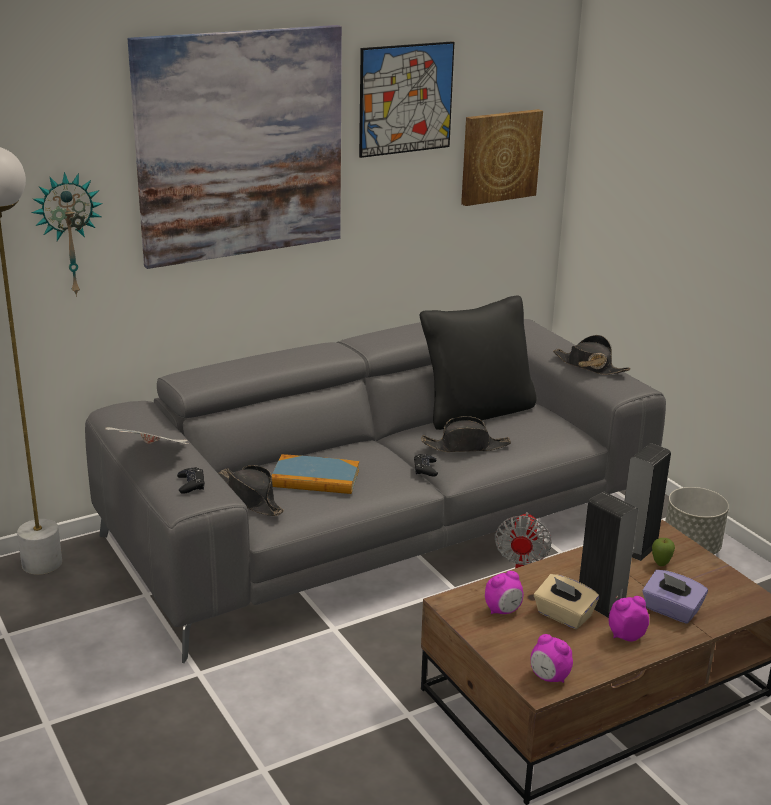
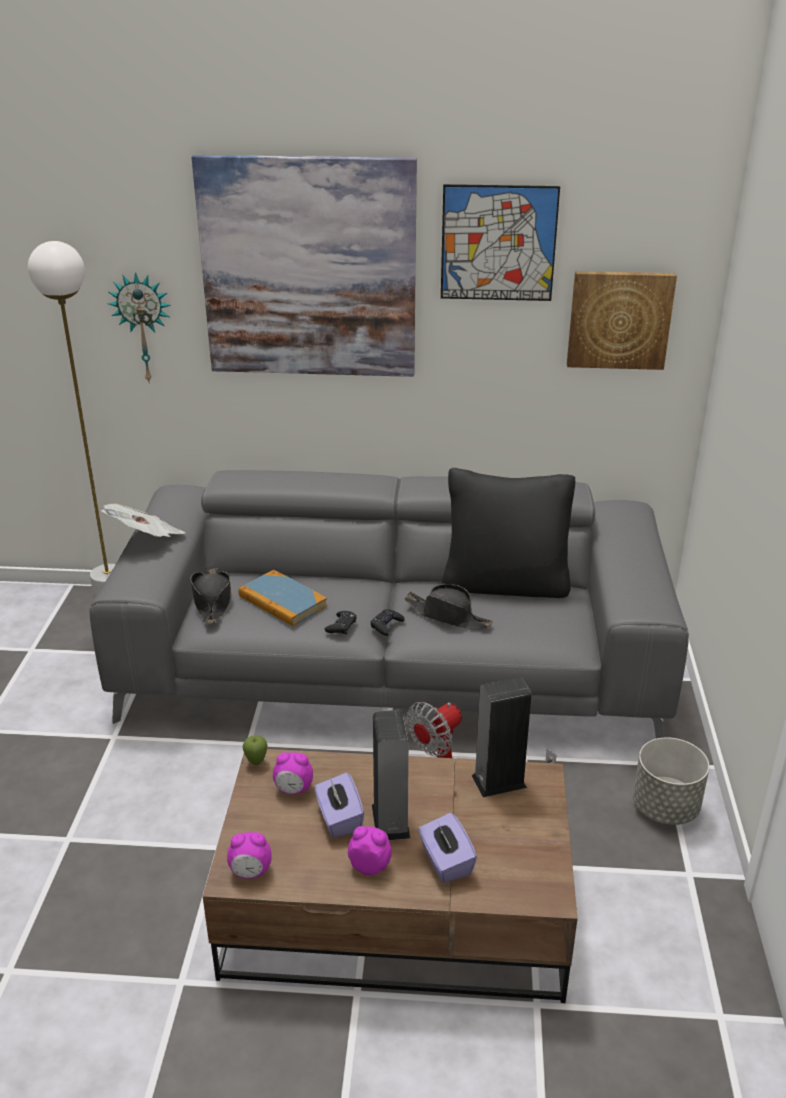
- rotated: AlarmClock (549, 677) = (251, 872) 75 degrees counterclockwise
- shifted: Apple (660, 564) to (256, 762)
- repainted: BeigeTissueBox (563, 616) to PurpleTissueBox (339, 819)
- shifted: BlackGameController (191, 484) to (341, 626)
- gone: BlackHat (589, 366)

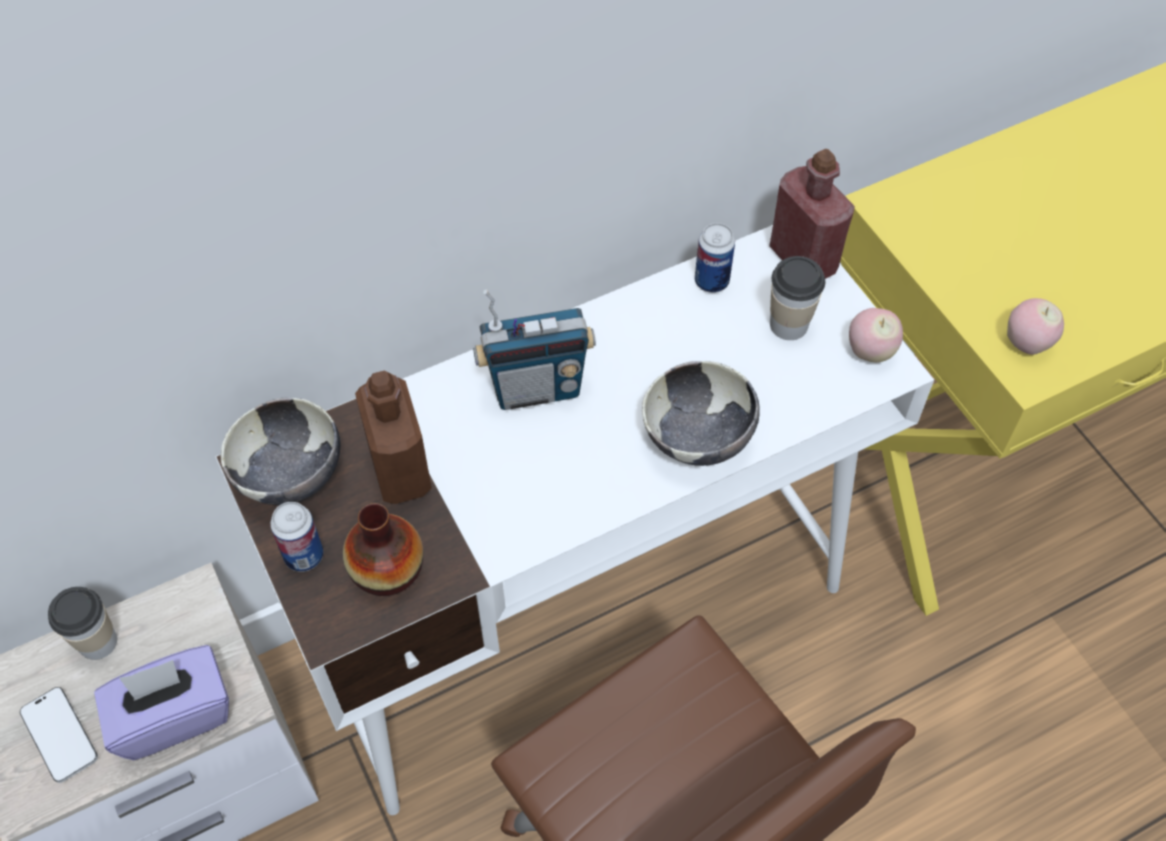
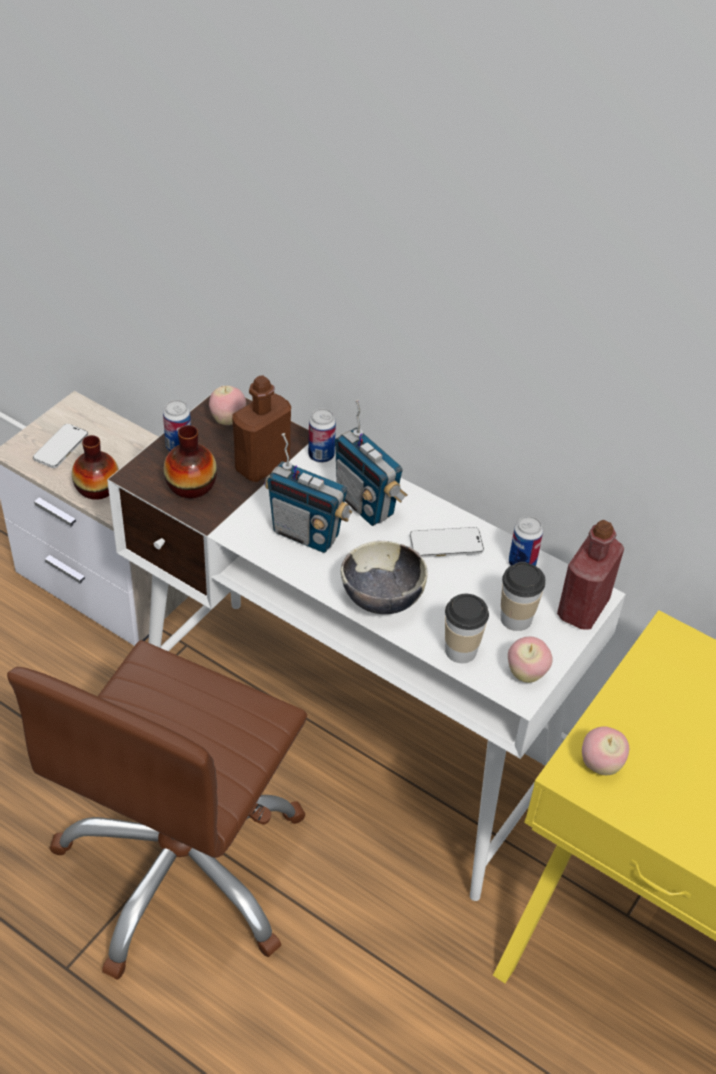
- swapped: PurpleTissueBox (174, 715) to Vase (97, 488)
- swapped: Bowl (291, 476) to Apple (228, 420)
- new: Radio (306, 534)
- new: Can (321, 455)
- new: Phone (446, 544)
- shifted: Cup (97, 641) to (460, 650)

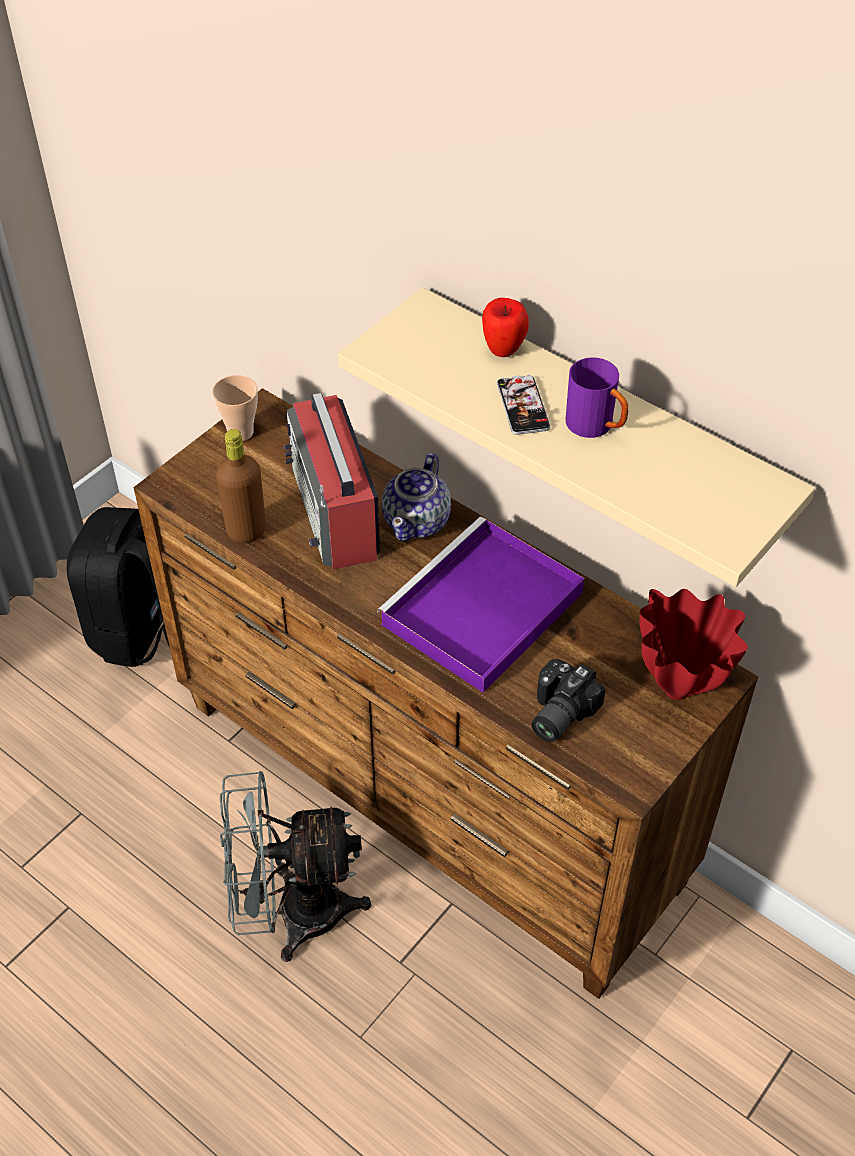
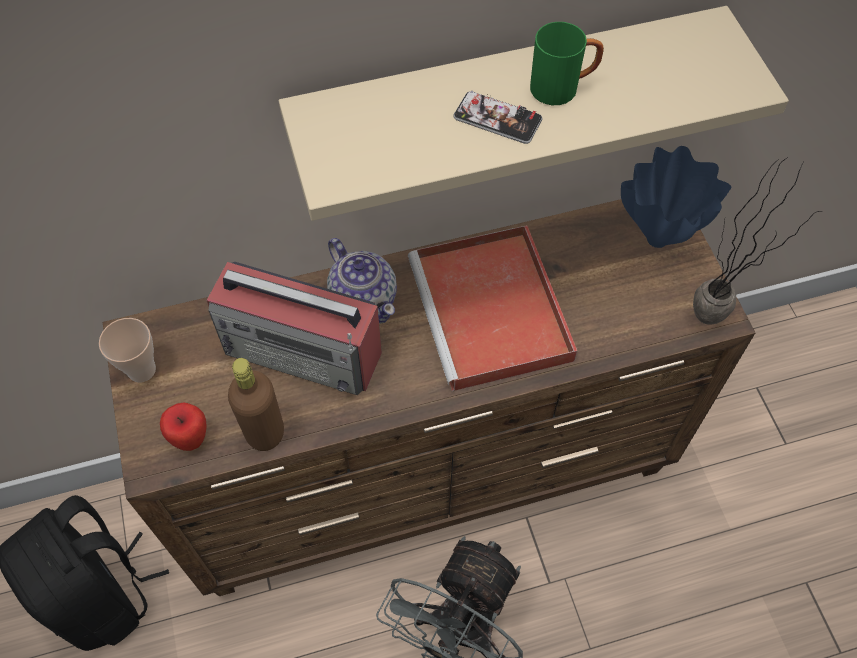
- shifted: Apple (503, 350) to (191, 439)
- repainted: PurpleTray (481, 611) to RedTray (492, 313)
- repainted: PurpleMug (596, 427) to GreenMug (563, 87)
- repainted: RedVase (678, 692) to BlueVase (659, 239)
- new: PottedPlant (713, 326)
- gone: PhotoCamera (556, 713)

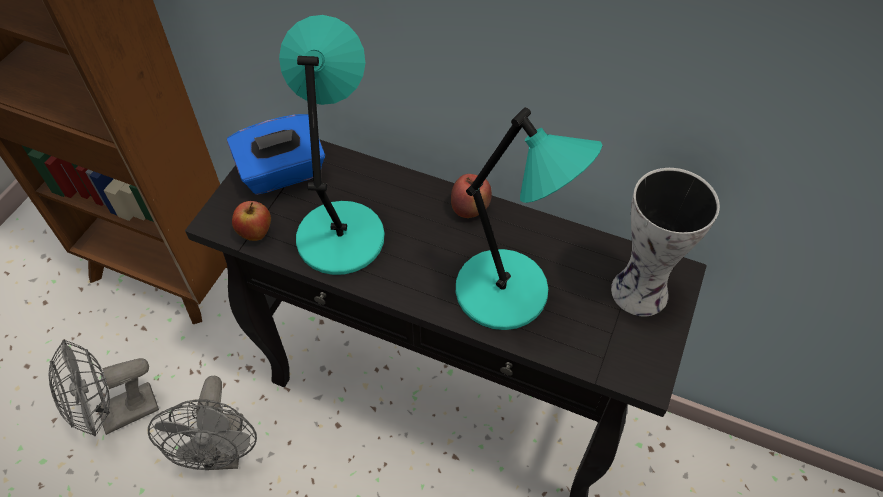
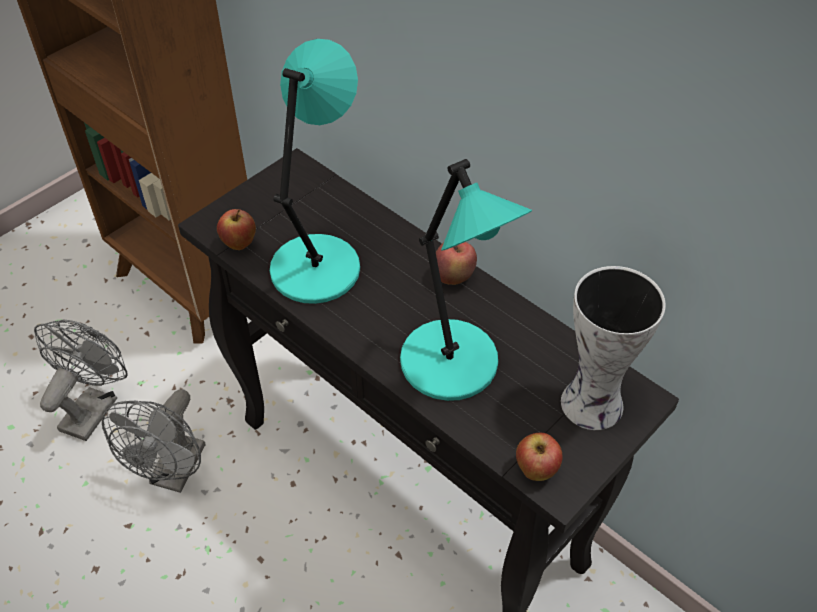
- rotated: GreyFan (119, 415) = (93, 407) 120 degrees clockwise
- new: Apple (536, 470)
- gone: BlueTissueBox (283, 173)

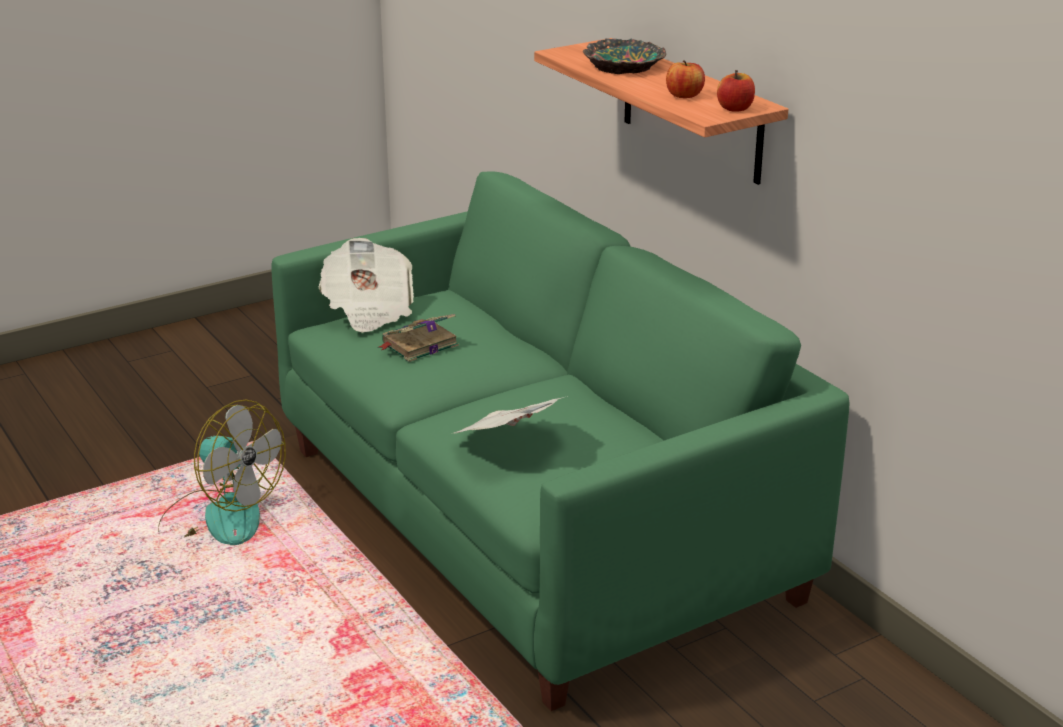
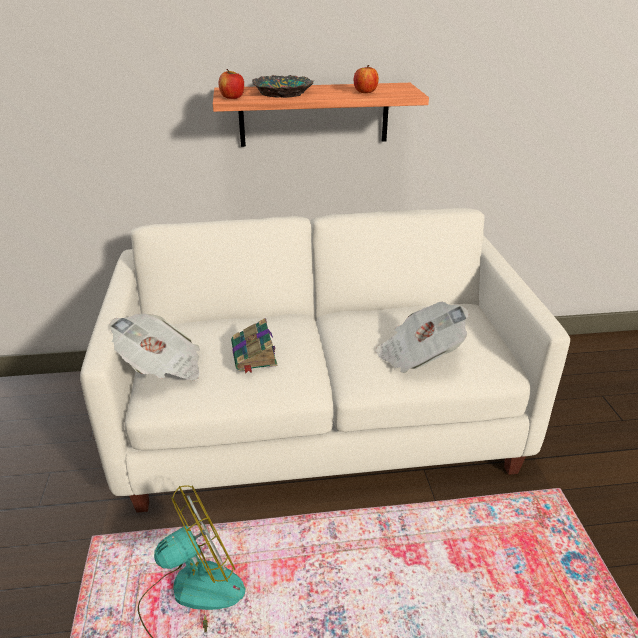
- repainted: GreenSofa (534, 521) to WhiteSofa (320, 418)
- shifted: Apple (735, 108) to (232, 97)

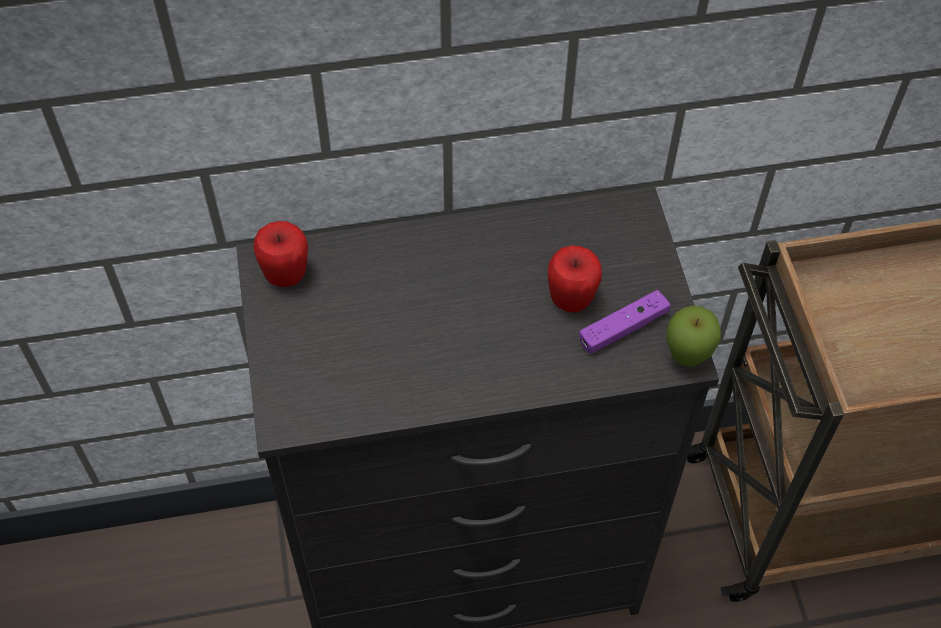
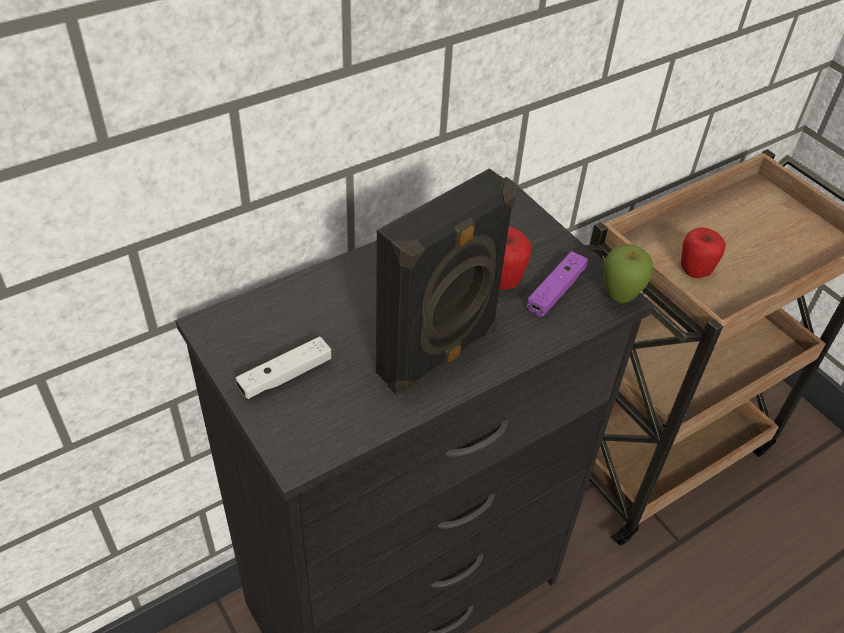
- new: WhiteGameController (285, 376)
- new: BlackSpeaker (440, 354)
- shifted: Apple (286, 274) to (694, 271)

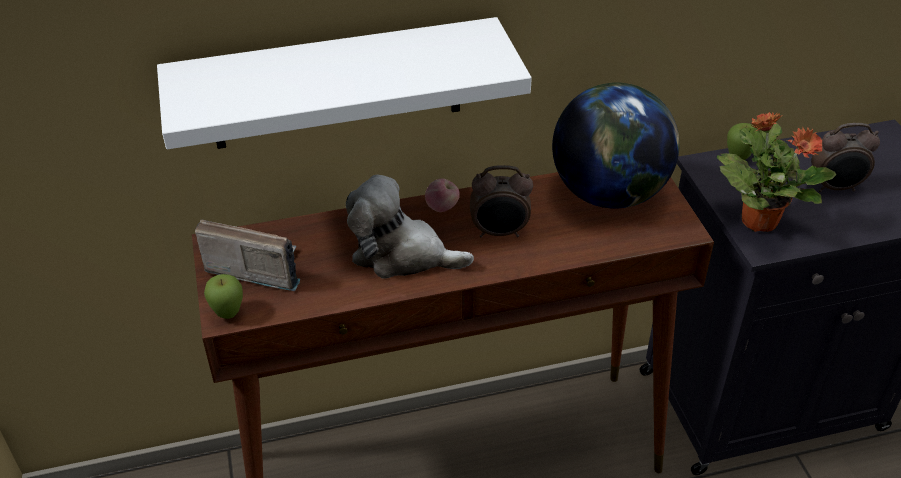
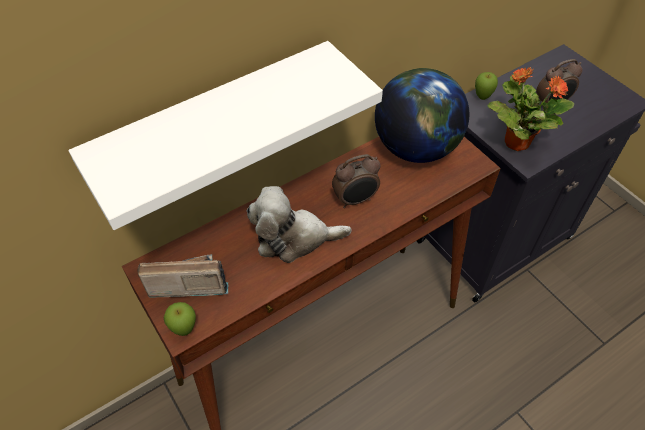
- gone: Apple (442, 207)

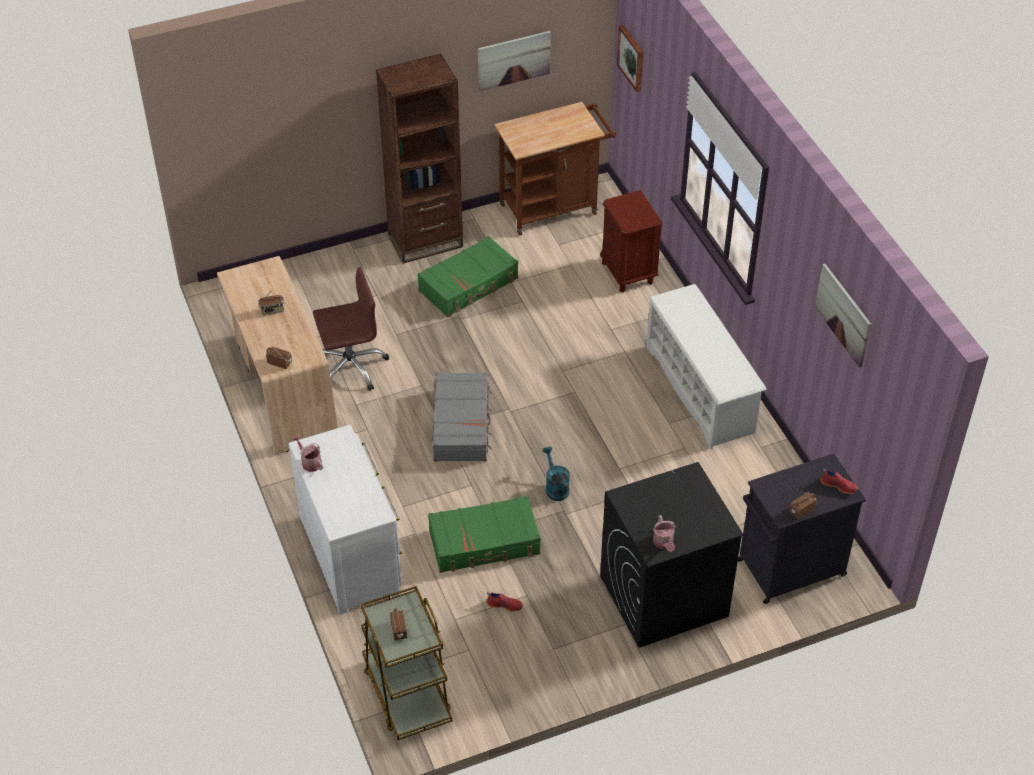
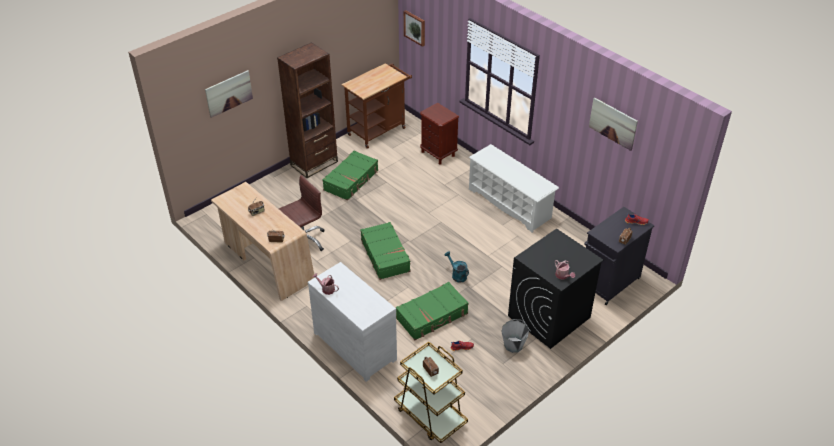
- shifted: Picture (513, 60) to (229, 93)
- repainted: GreySuitcase (462, 424) to GreenSuitcase (385, 255)
- new: GreyBucket (513, 345)

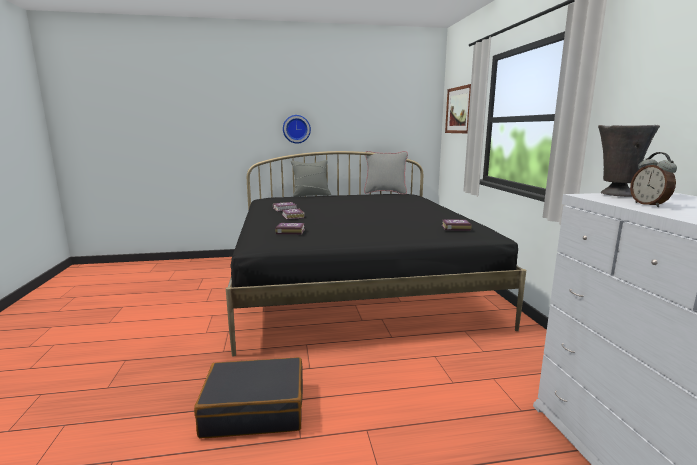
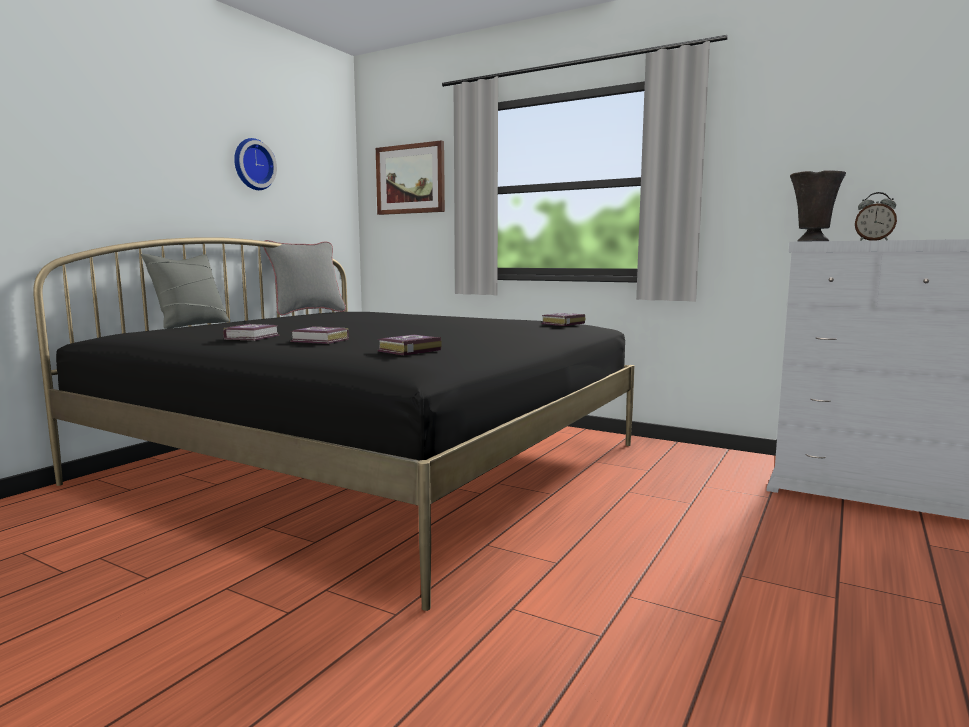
- shifted: WallClock (296, 129) to (252, 164)
- gone: BlackSuitcase (255, 409)

